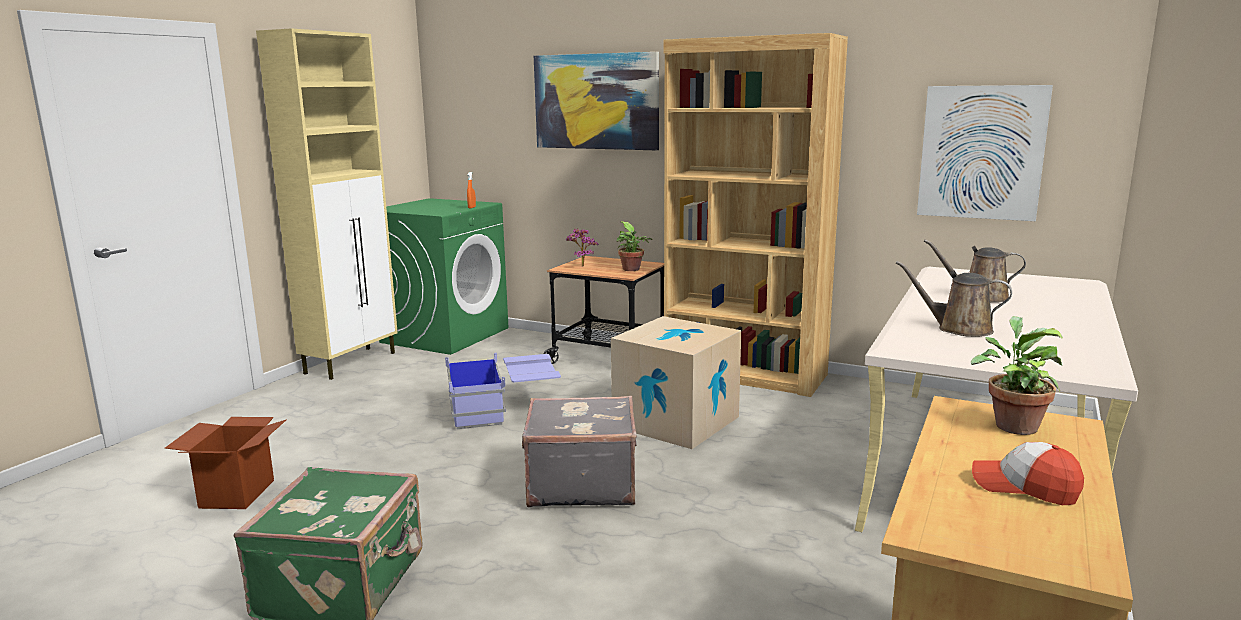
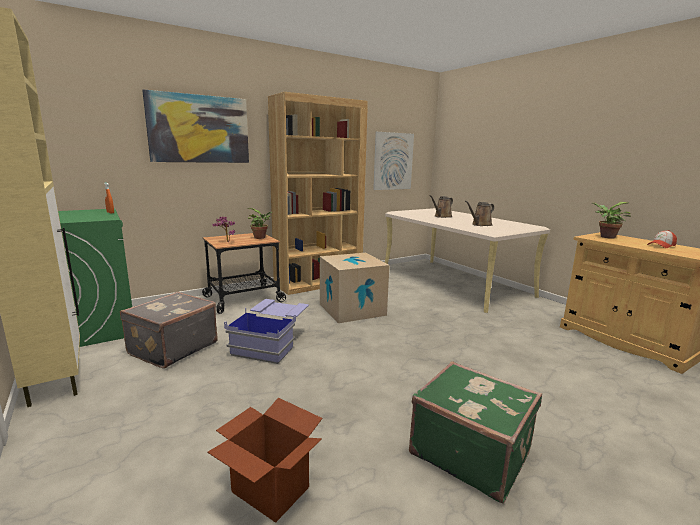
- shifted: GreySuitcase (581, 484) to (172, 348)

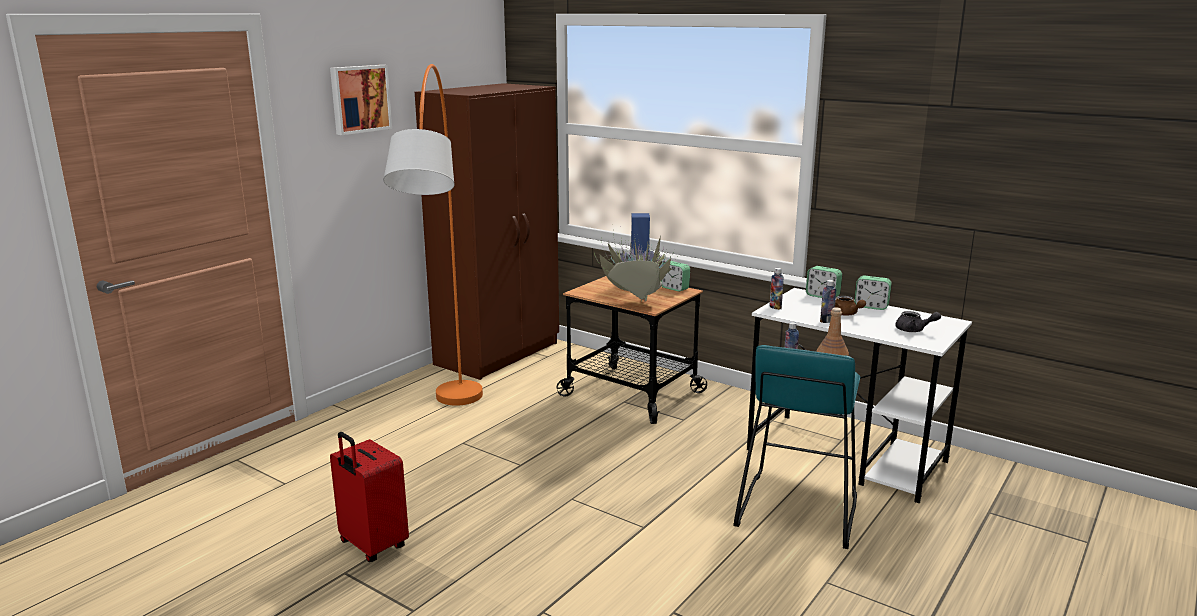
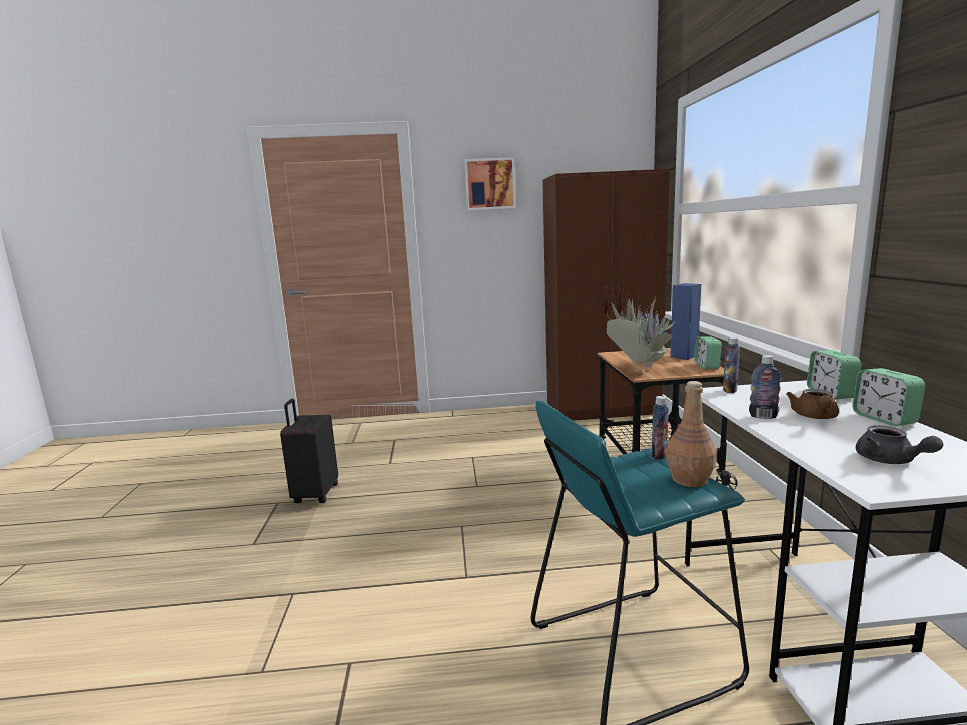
- repainted: RedSuitcase (372, 546) to BlackSuitcase (314, 495)
- gone: OrangeFloorLamp (450, 436)

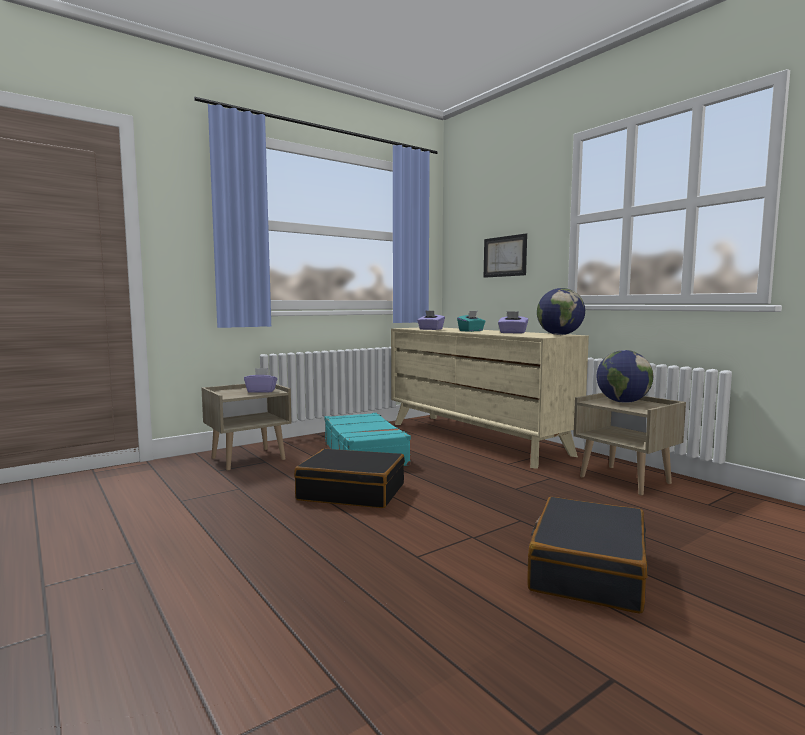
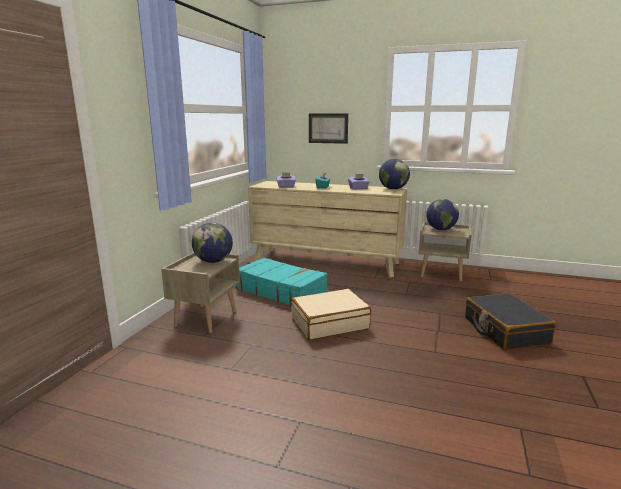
- swapped: PurpleTissueBox (261, 391) to Globe (213, 261)
- repainted: BlackSuitcase (352, 492) to BeigeSuitcase (329, 323)

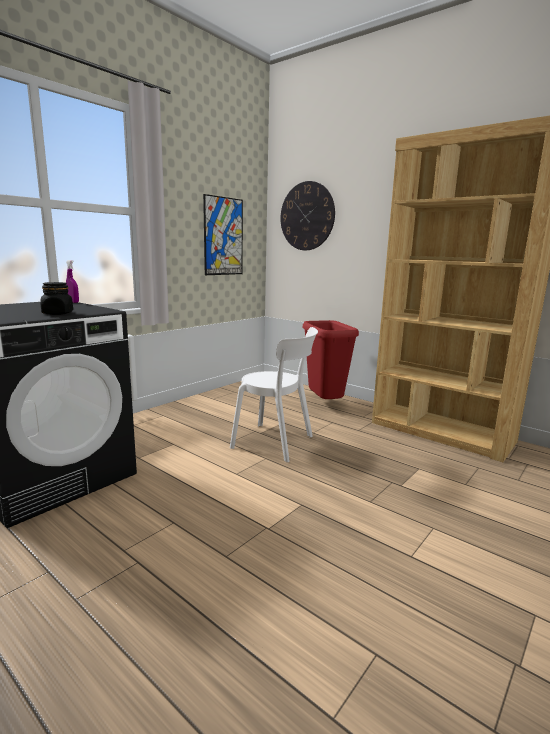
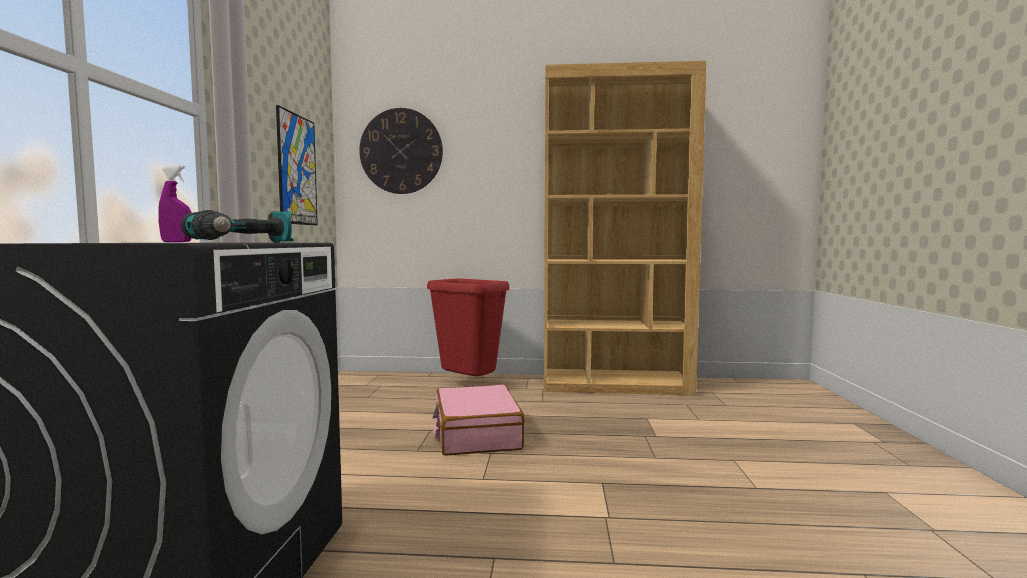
- swapped: BlackJar (58, 313) to PowerDrill (244, 242)
- swapped: WhiteChair (276, 442) to PinkSuitcase (476, 434)

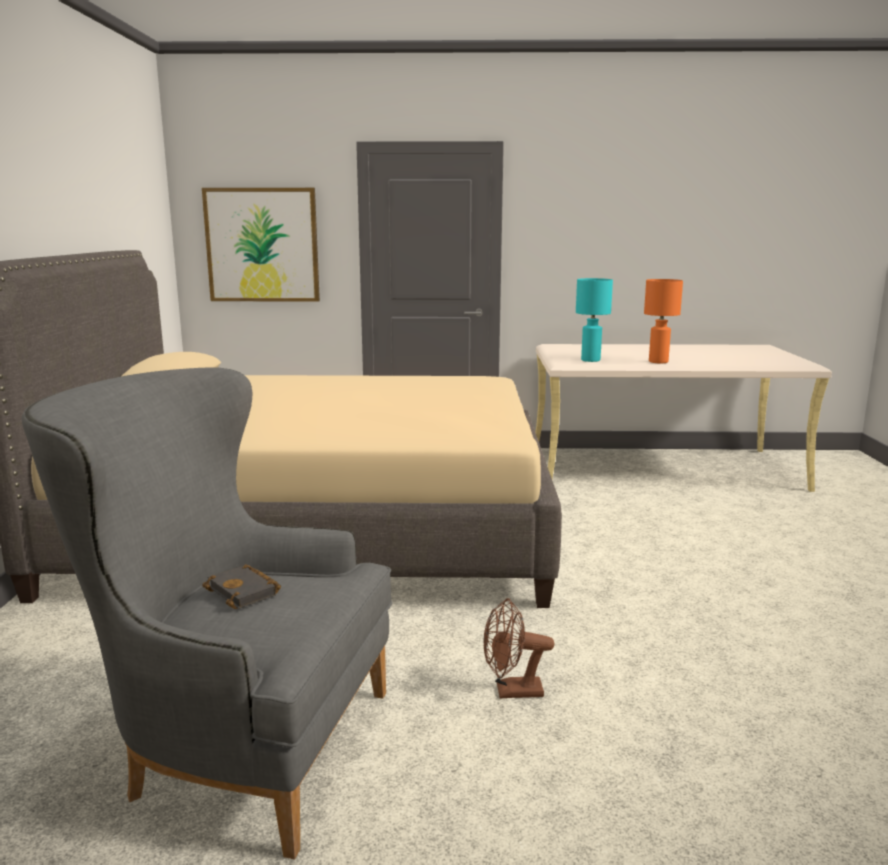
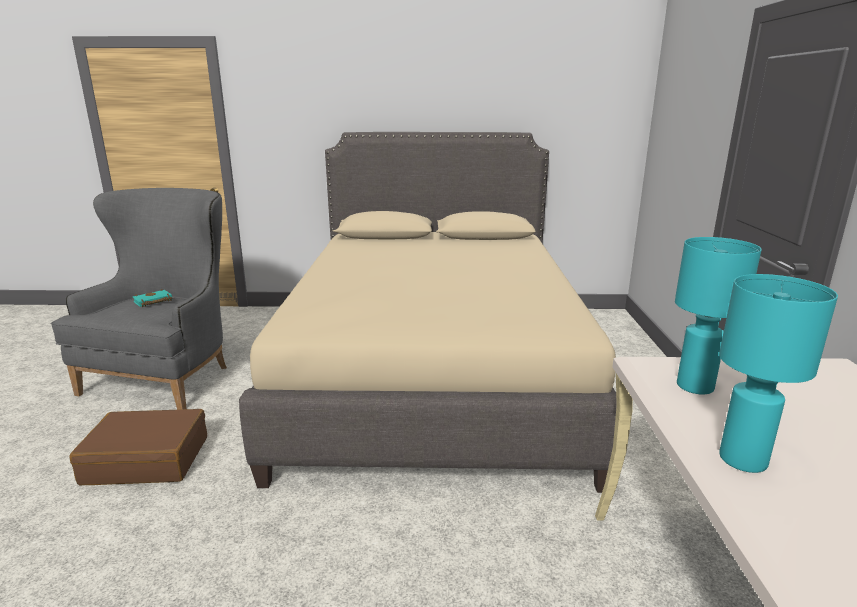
- swapped: BrownFan (511, 691) to BrownSuitcase (147, 460)
- repainted: BlackBook (245, 592) to TurquoiseBook (152, 302)
- repainted: OrangeTableLamp (658, 362) to TurquoiseTableLamp (743, 461)
- gone: Picture (262, 245)

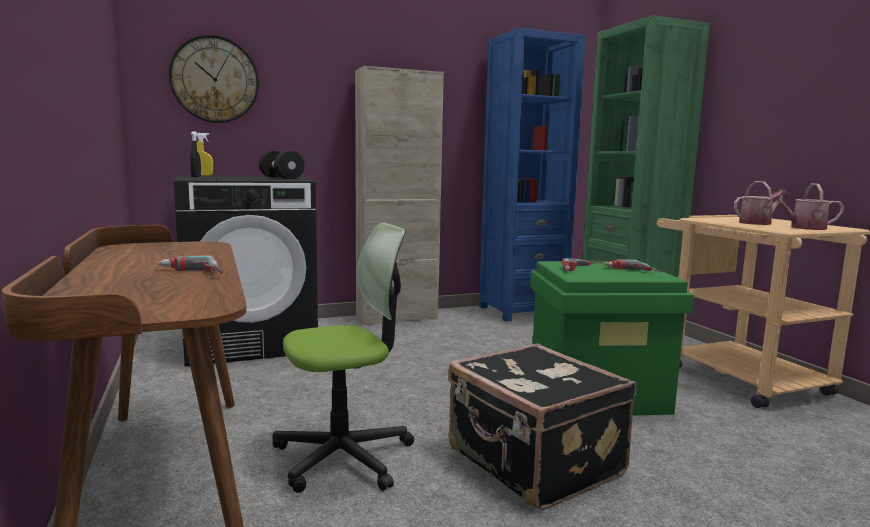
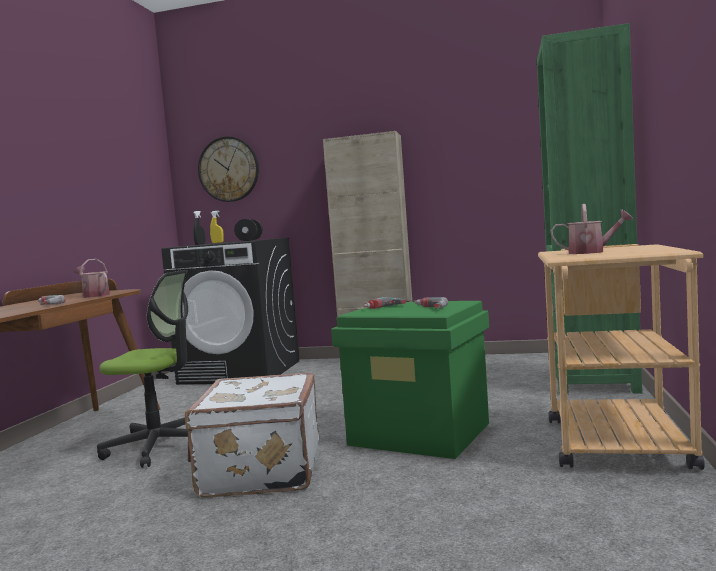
- shifted: WateringCan (803, 228) to (94, 295)
- repainted: BlackSuitcase (533, 463) to WhiteSuitcase (259, 471)
- gone: BlueBookcase (522, 311)

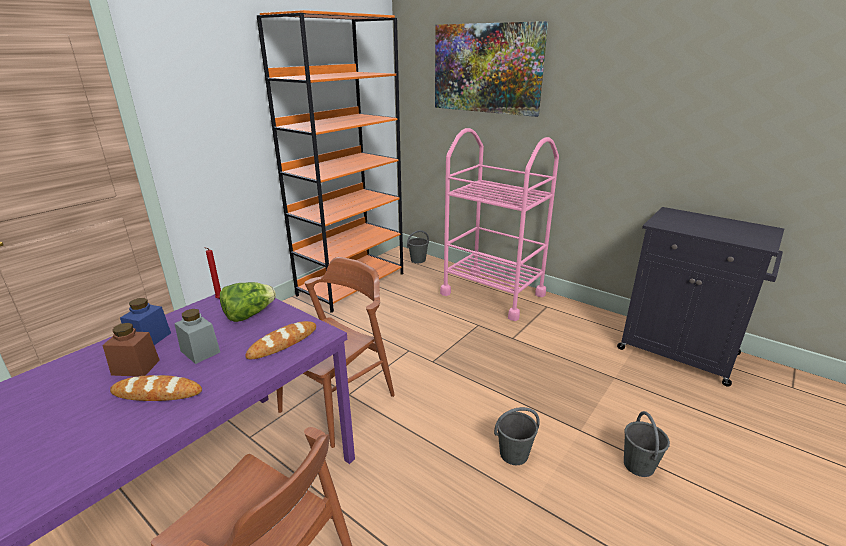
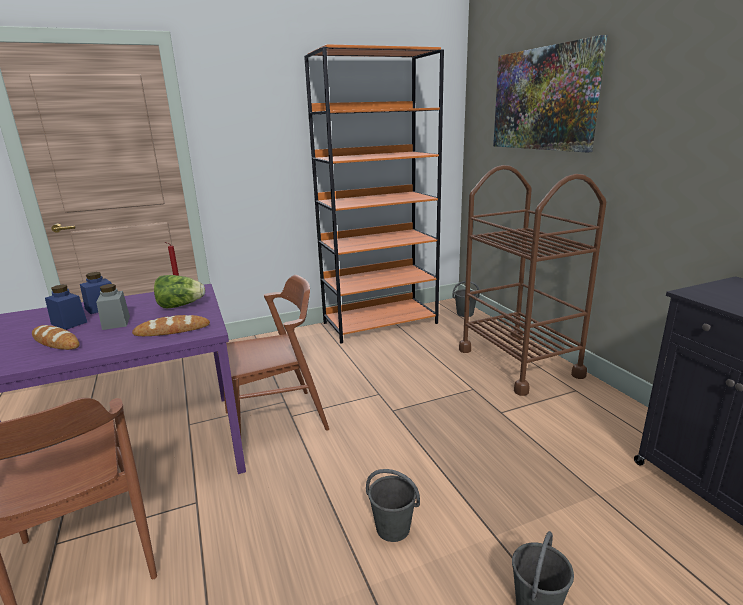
- repainted: BrownJar (136, 367) to BlueJar (69, 323)
- repainted: PinkCart (492, 294) to BrownCart (518, 362)

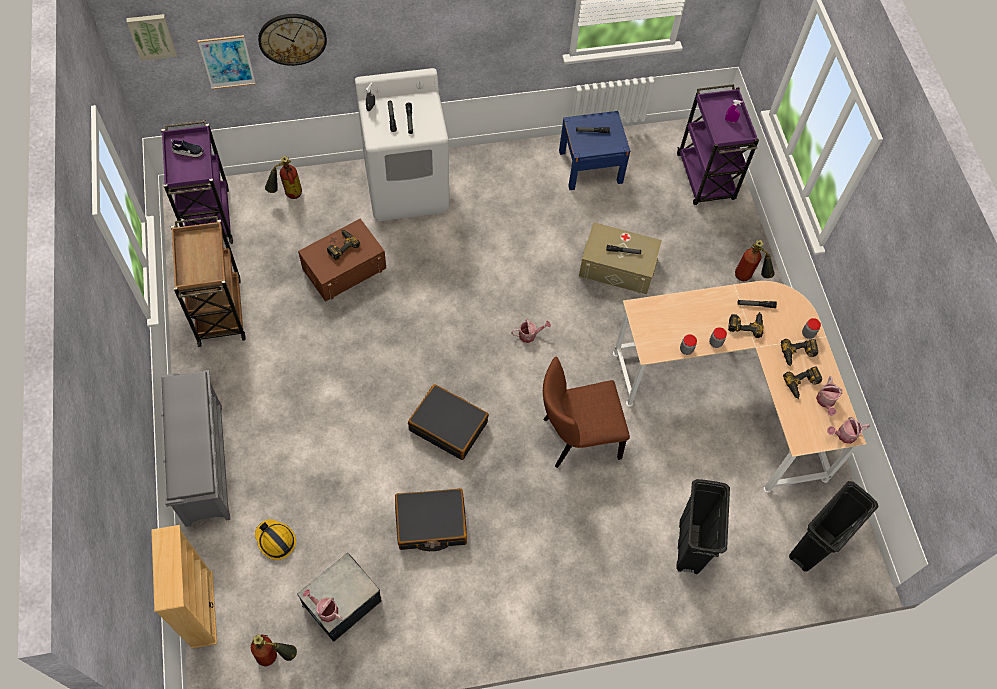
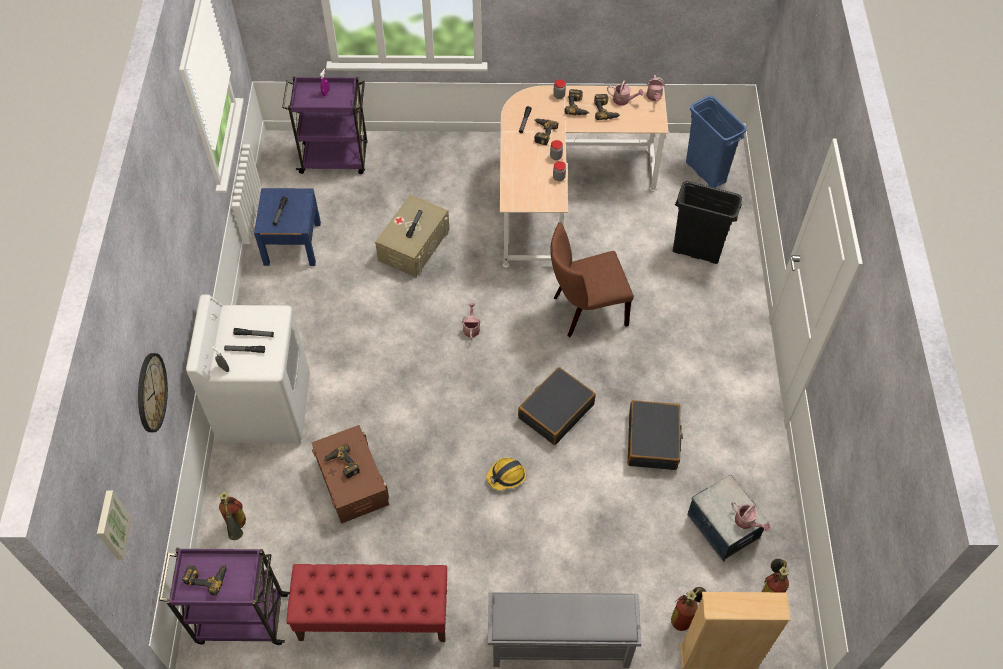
- swapped: Shoe (188, 152) to PowerDrill (207, 577)
- swapped: BrownCart (219, 310) to RedBench (373, 615)
- shifted: HardHat (275, 541) to (506, 476)
- rotated: BrownChair (576, 438) = (585, 311) 75 degrees clockwise
- shifted: FireExtinguisher (749, 278) to (685, 615)
- repainted: BlackTrashCan (812, 547) to BlueTrashCan (706, 172)
- rotated: WateringCan (325, 610) = (747, 522) 90 degrees counterclockwise
- gone: Picture (227, 62)

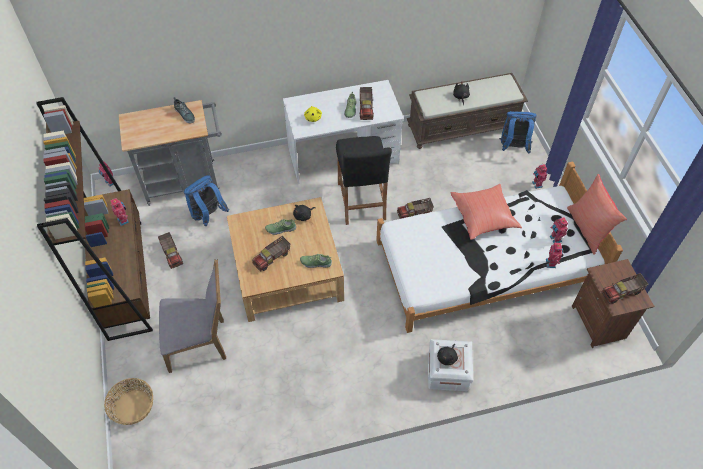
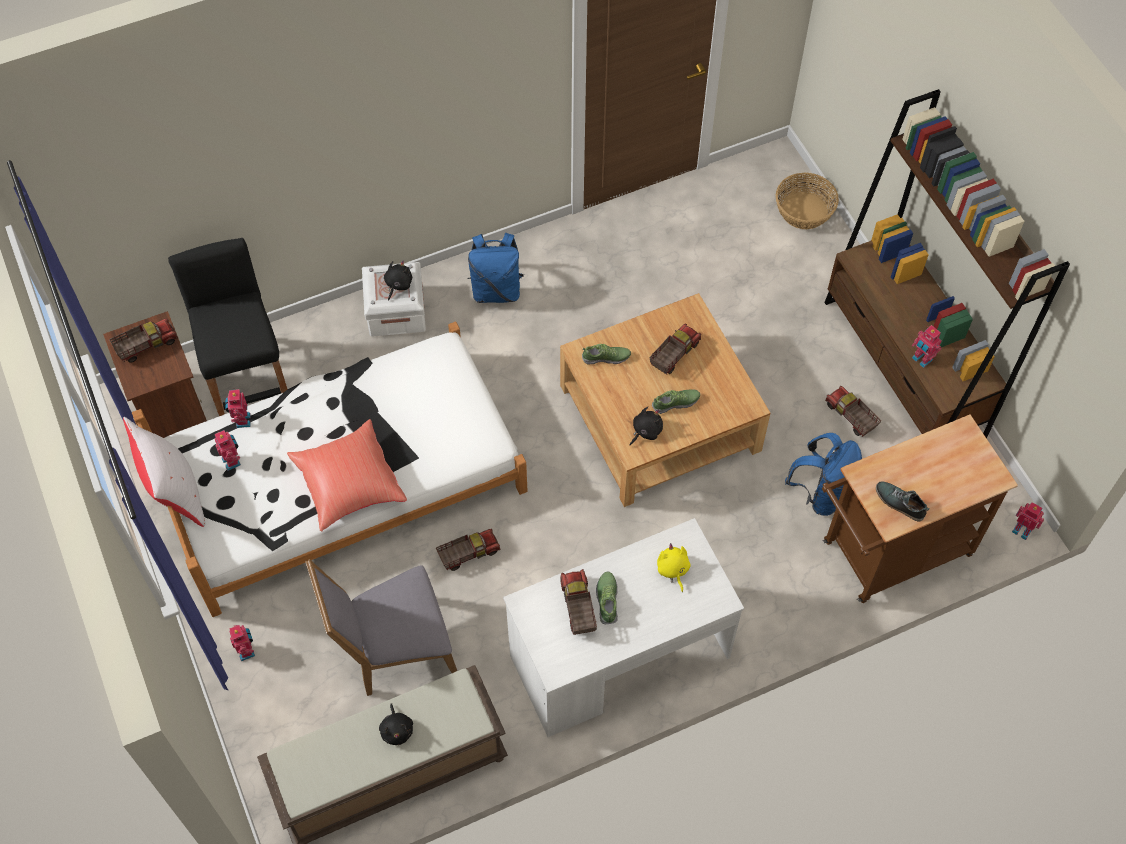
- repainted: RedPillow (588, 228) to WhitePillow (174, 491)
- shifted: BlackStool (361, 201) to (249, 380)
- shifted: GreyChair (201, 342) to (394, 651)
- shifted: BlueBackpack (513, 147) to (496, 290)
- repainted: GreyCart (186, 181) to BrownCart (889, 553)

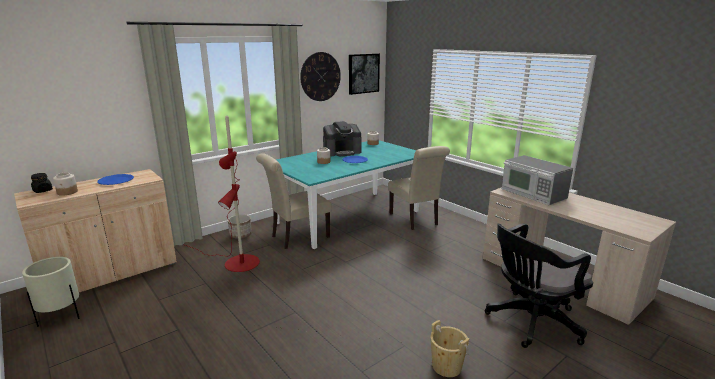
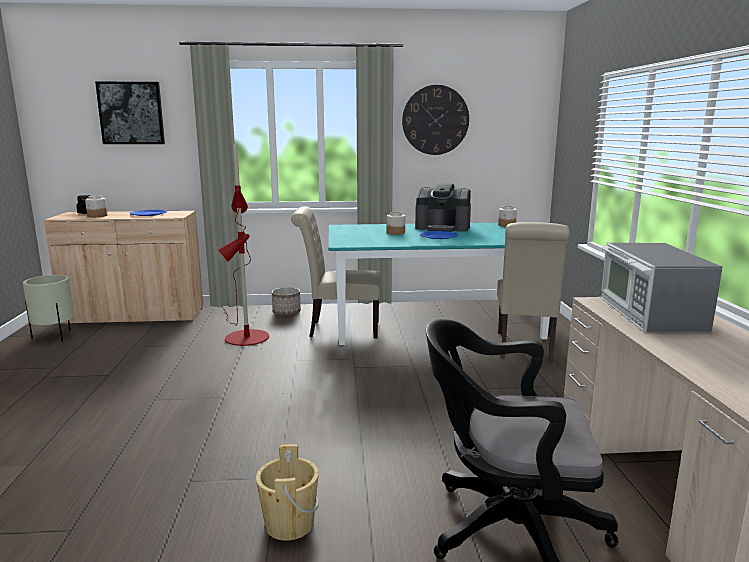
- shifted: Picture (363, 73) to (131, 113)

